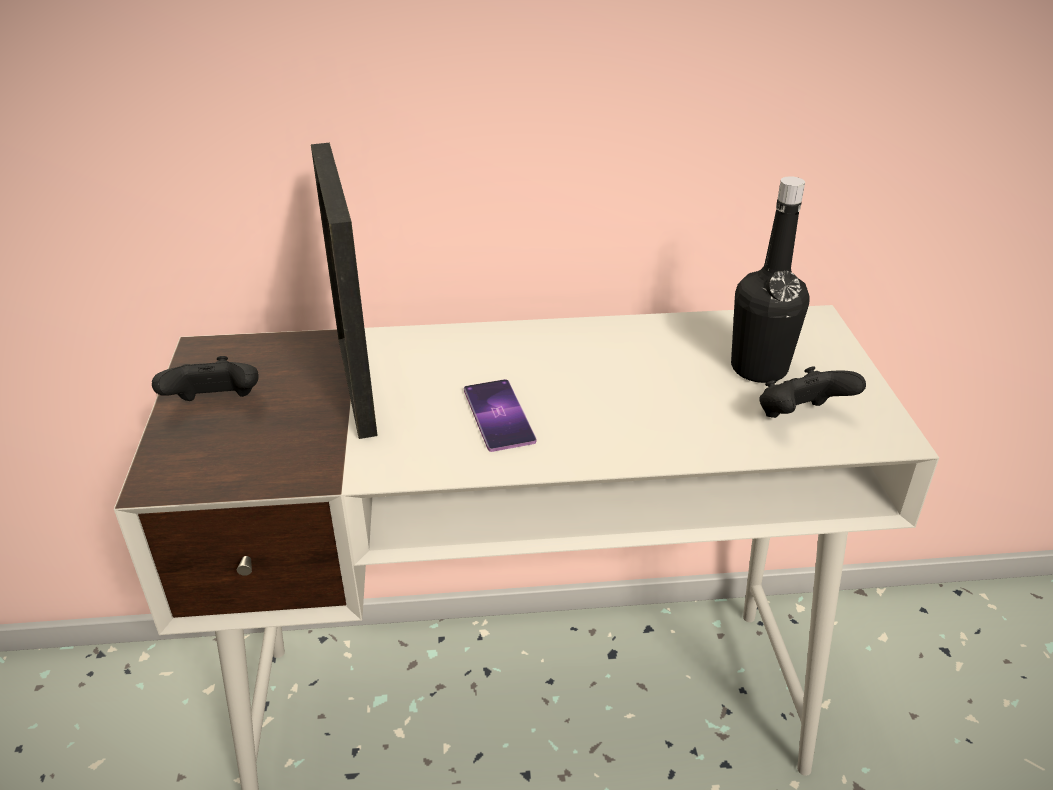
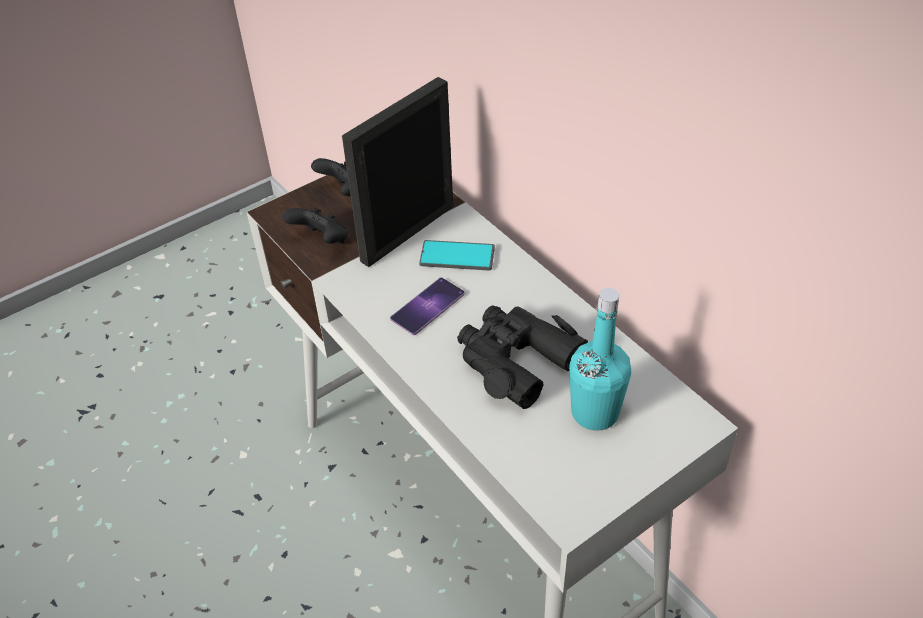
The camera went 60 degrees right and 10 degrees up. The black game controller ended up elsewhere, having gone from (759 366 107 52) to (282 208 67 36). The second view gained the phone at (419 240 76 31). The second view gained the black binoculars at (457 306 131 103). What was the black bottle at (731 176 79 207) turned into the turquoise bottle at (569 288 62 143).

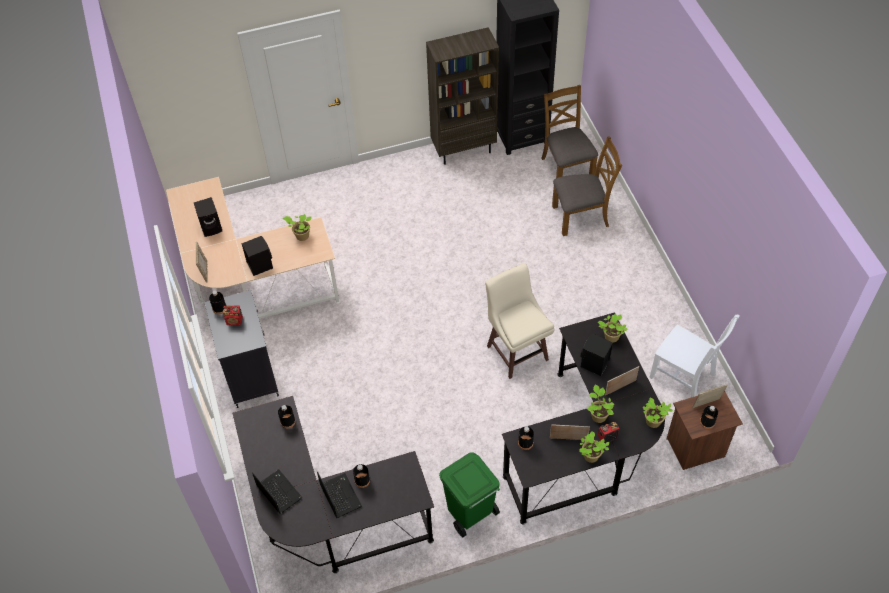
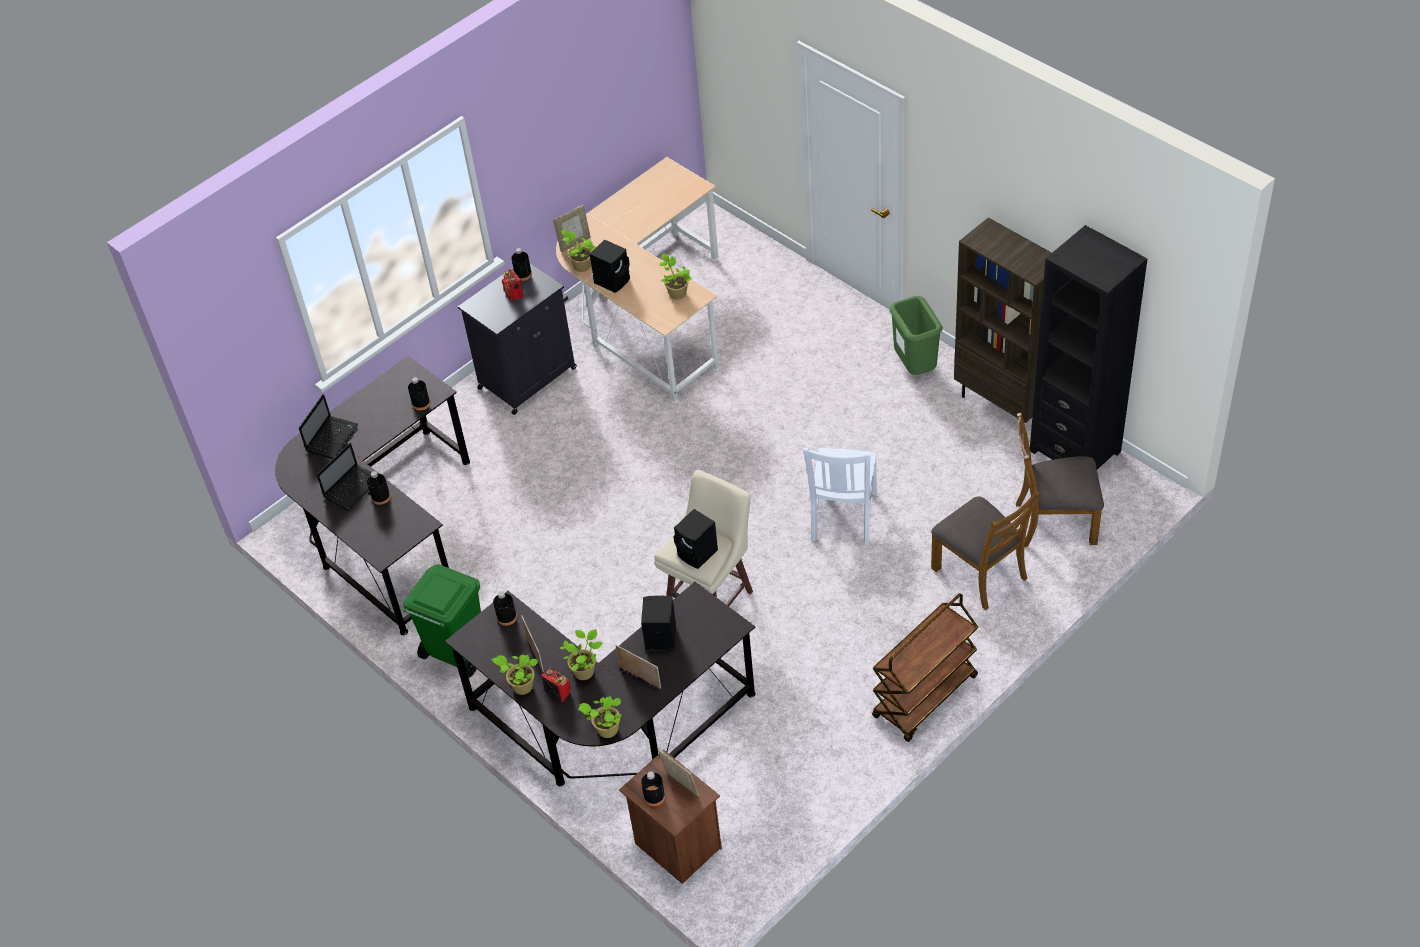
The camera went 65 degrees right and 5 degrees down. The potted plant ended up elsewhere, having gone from (598 314 30 29) to (561 230 35 42). The black speaker ended up elsewhere, having gone from (194 197 28 40) to (673 509 45 60). The white chair ended up elsewhere, having gone from (649 315 91 82) to (803 448 74 97). The second view gained the brown cart at (872 593 106 149). The second view gained the green trash can at (889 296 54 79). The brown chair at (541 85 57 93) ended up facing another way, 135 degrees counterclockwise from before.

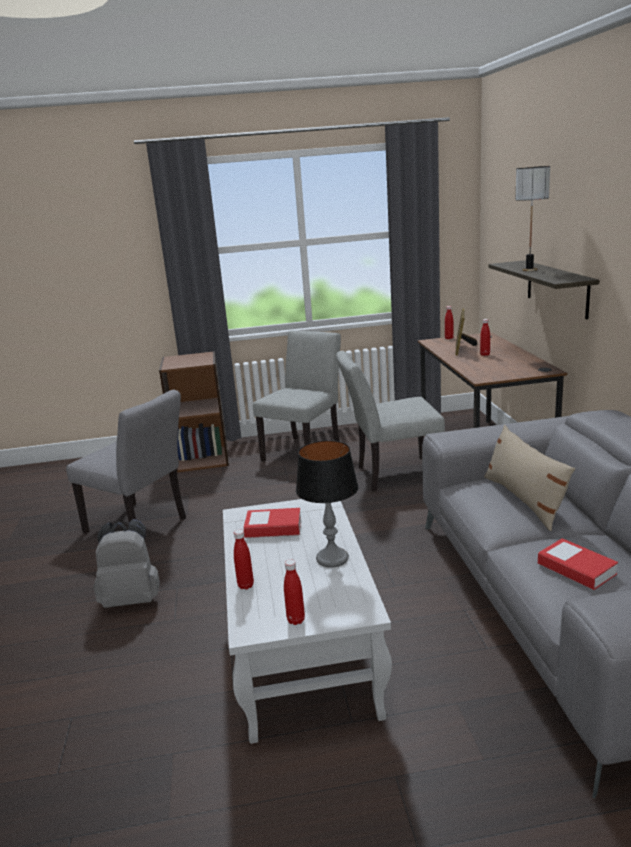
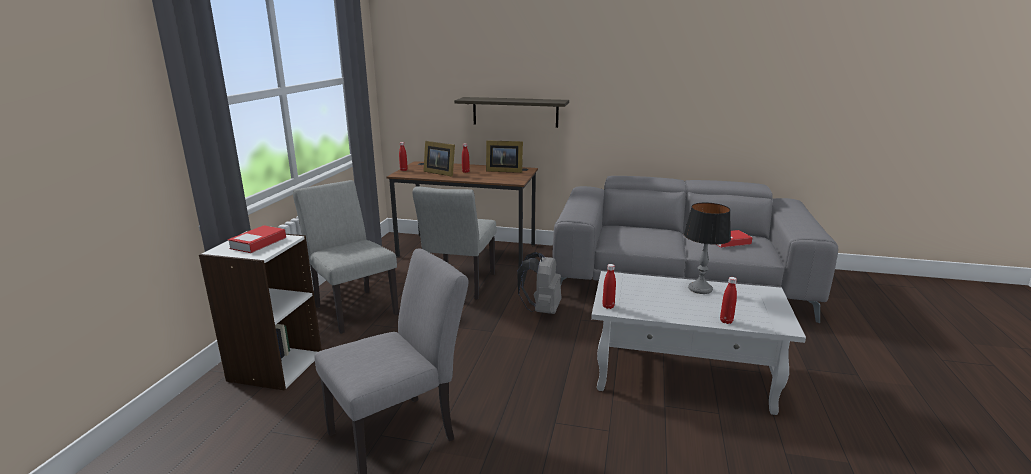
The camera went 70 degrees left and 0 degrees up. What was the brown bookcase at (159 351 70 122) turned into the white bookcase at (199 230 123 161). The book ended up elsewhere, having gone from (243 508 58 30) to (228 225 58 28). The second view gained the picture frame at (486 140 37 33). The grey backpack ended up elsewhere, having gone from (94 519 66 89) to (517 252 45 62). The red bottle ended up elsewhere, having gone from (284 560 21 65) to (602 264 14 45). The second view lost the beige pillow at (484 425 91 106). The second view lost the table lamp at (515 166 35 105).

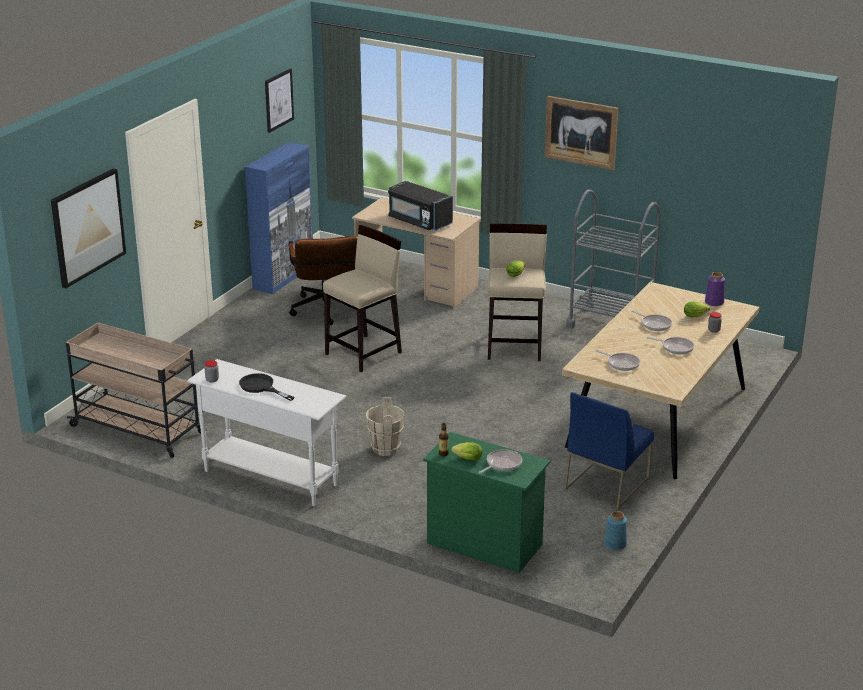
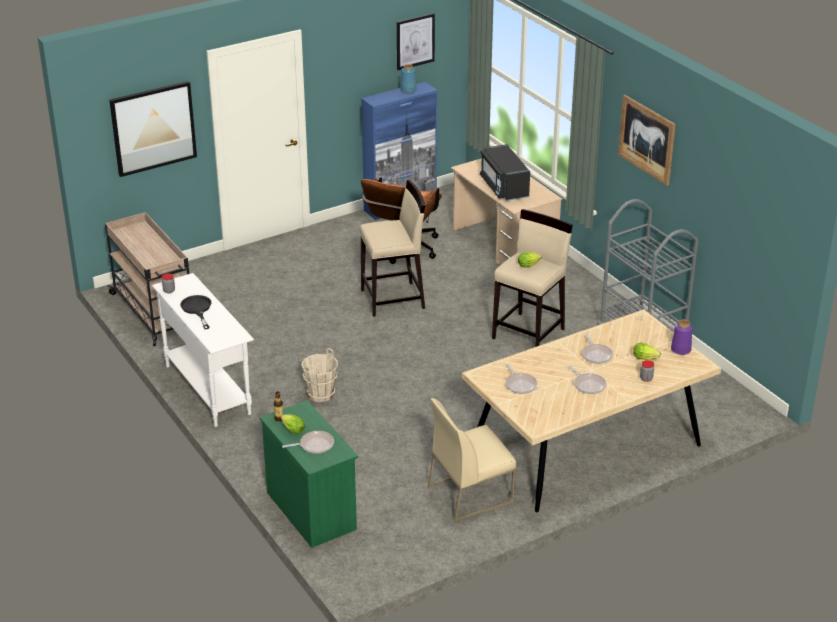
The camera went 30 degrees right and 5 degrees up. The blue vase ended up elsewhere, having gone from (604 511 23 39) to (400 64 17 29). What was the blue chair at (564 392 90 117) turned into the beige chair at (428 398 88 124).

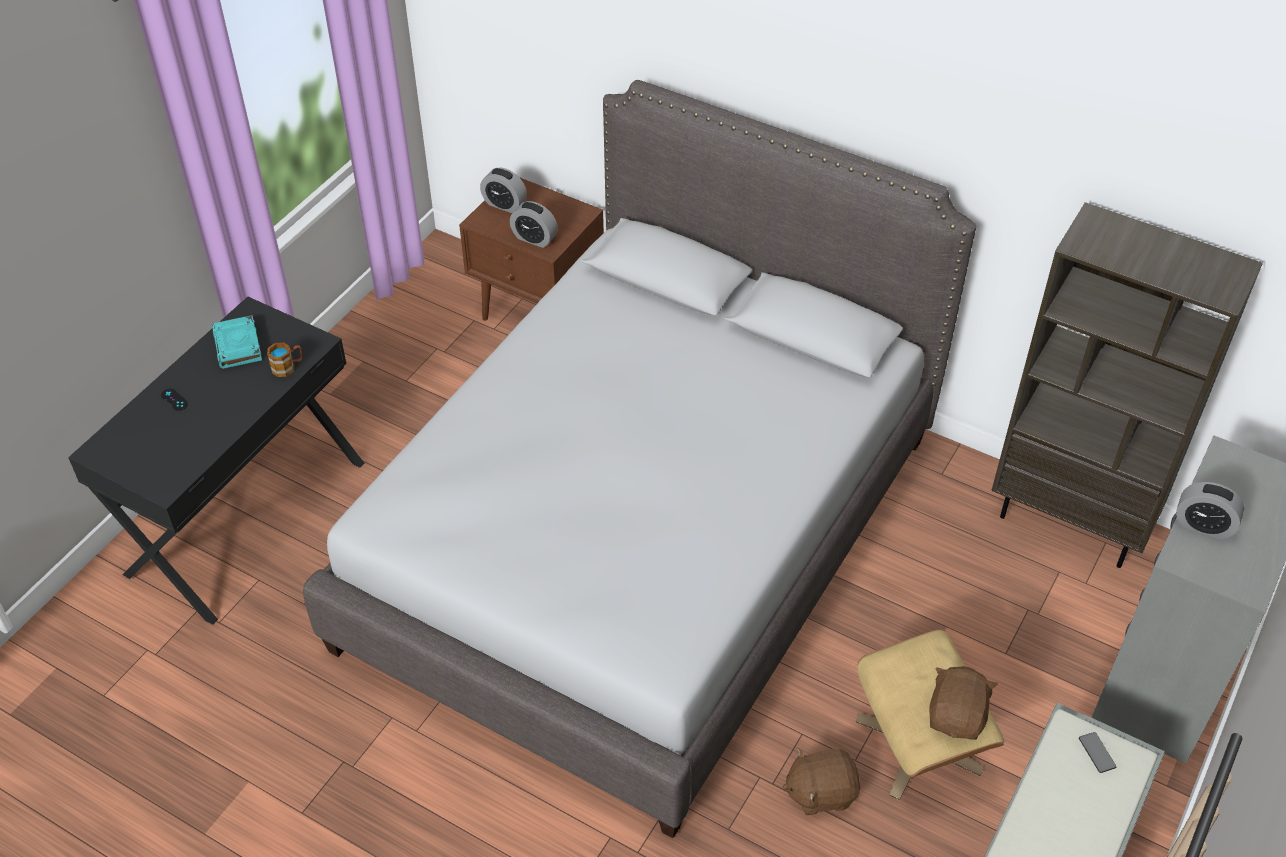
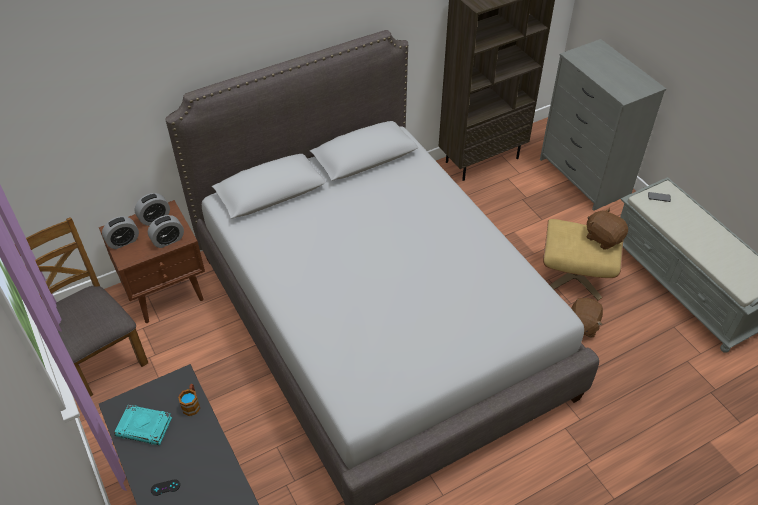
The camera went 60 degrees left and 0 degrees up. The second view gained the brown chair at (15 217 133 180). The alarm clock ended up elsewhere, having gone from (1176 482 68 57) to (134 193 36 33).

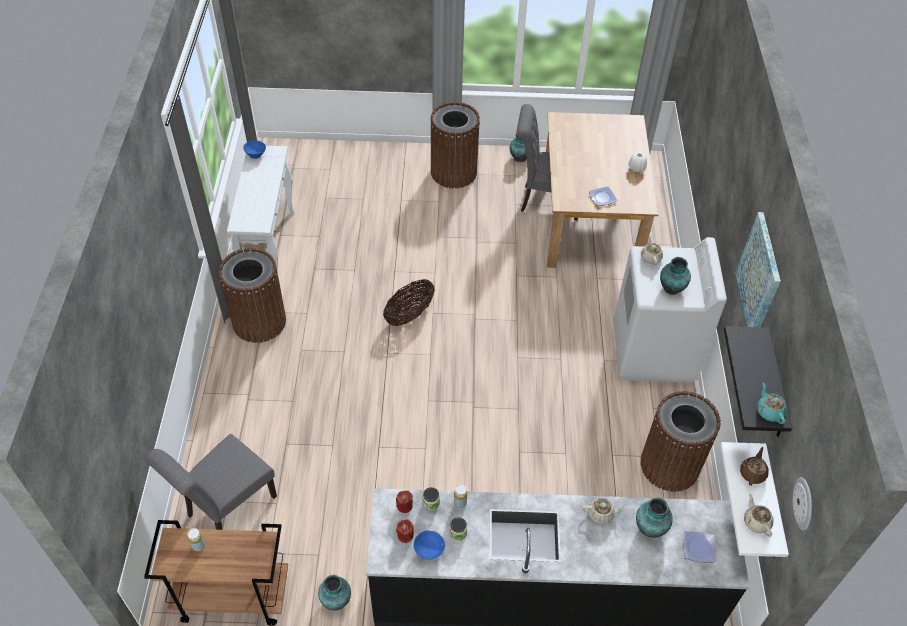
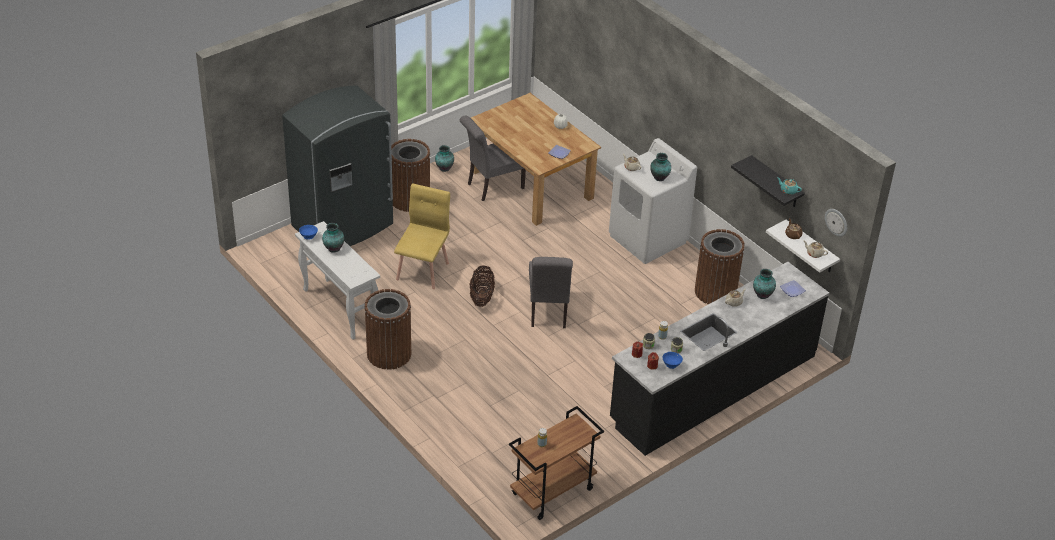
The camera went 40 degrees left and 10 degrees down. The second view gained the grey fridge at (282 85 111 161). The vase ended up elsewhere, having gone from (318 575 33 36) to (322 223 22 30). The second view gained the yellow chair at (394 183 56 106). The grey chair ended up elsewhere, having gone from (145 434 132 96) to (529 257 44 71). The second view lost the picture at (735 212 46 115).

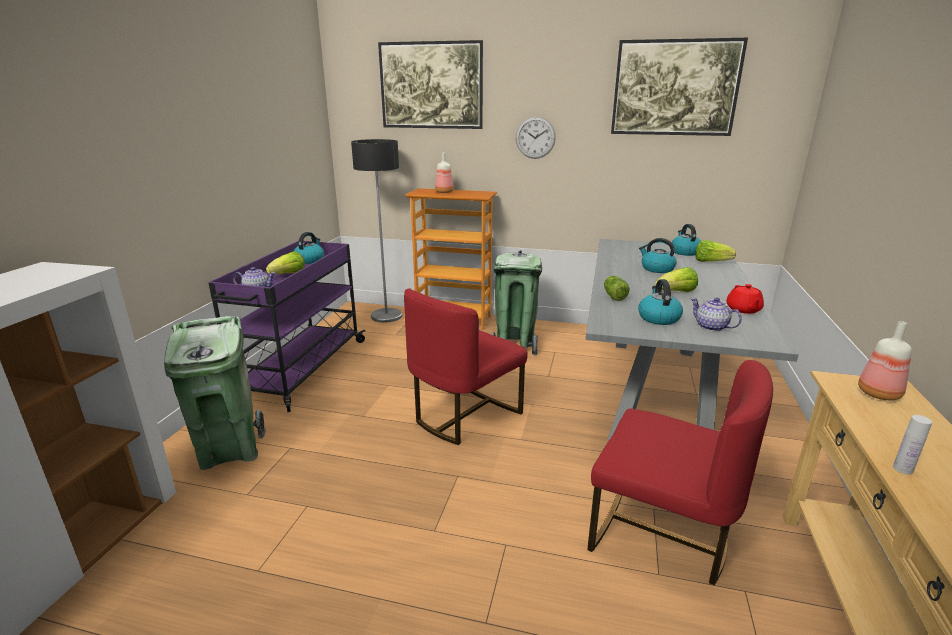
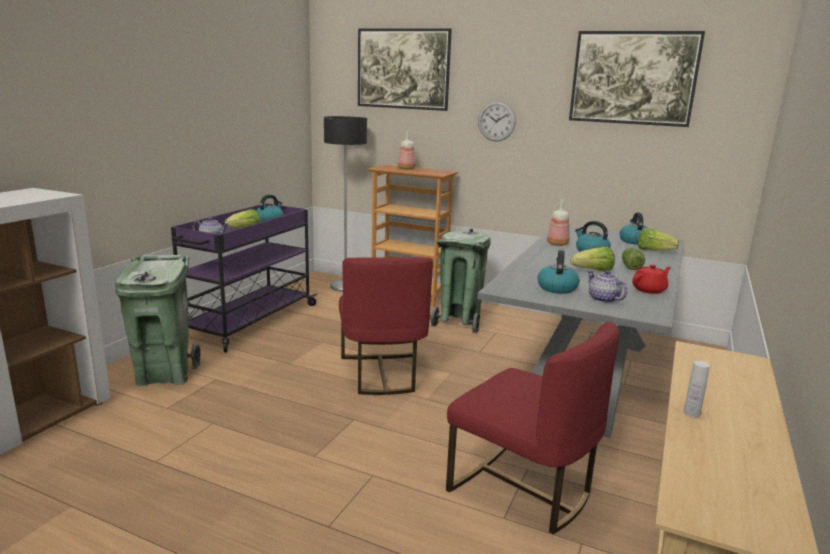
The camera went 10 degrees right and 5 degrees down. The red chair at (404 288 124 157) ended up facing another way, 60 degrees counterclockwise from before. The bottle ended up elsewhere, having gone from (858 321 54 79) to (547 199 23 47). The lettuce ended up elsewhere, having gone from (604 276 26 25) to (622 247 23 23). The red teapot at (726 284 38 30) ended up facing another way, 135 degrees counterclockwise from before.

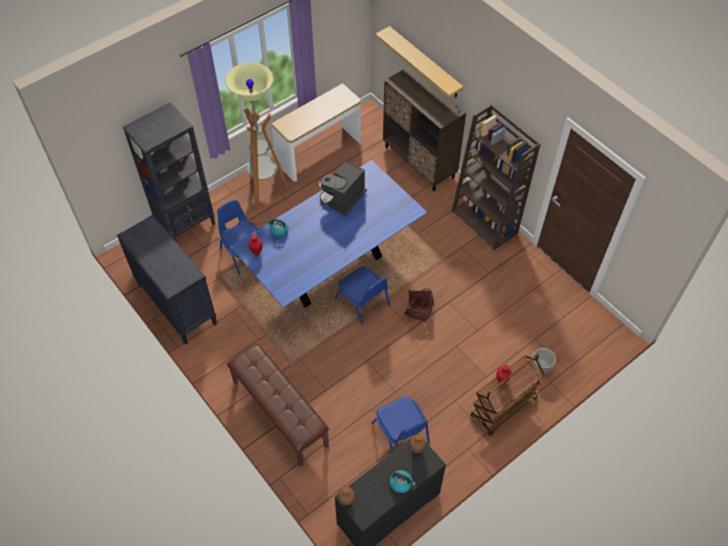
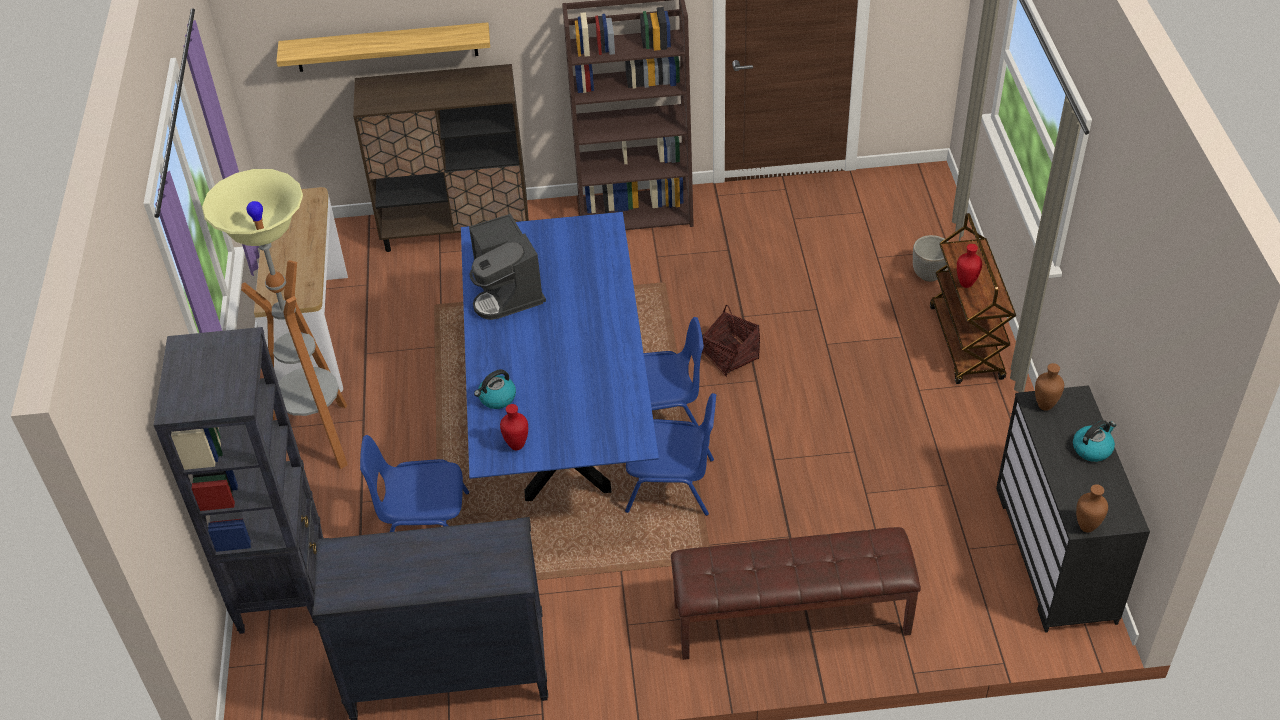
The camera went 55 degrees left and 10 degrees down. The blue chair ended up elsewhere, having gone from (372 396 58 57) to (625 393 91 123).

